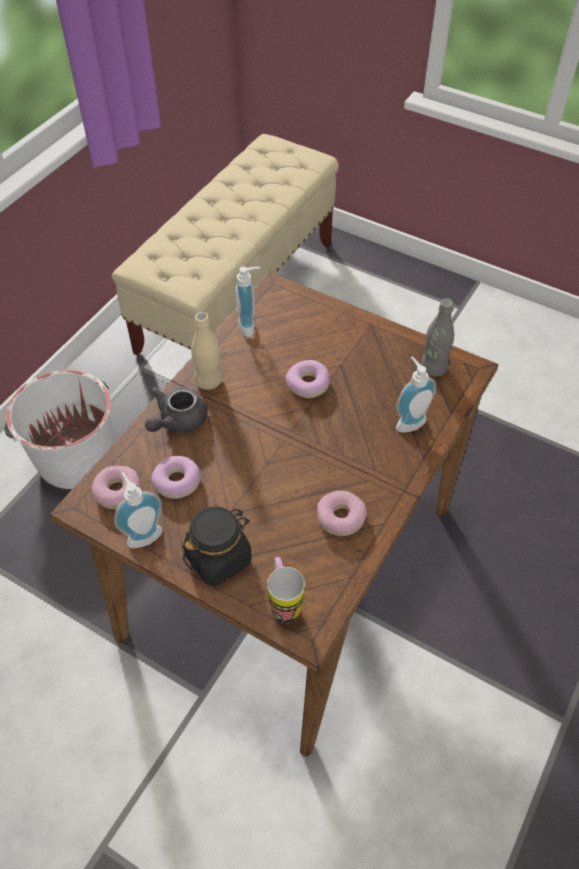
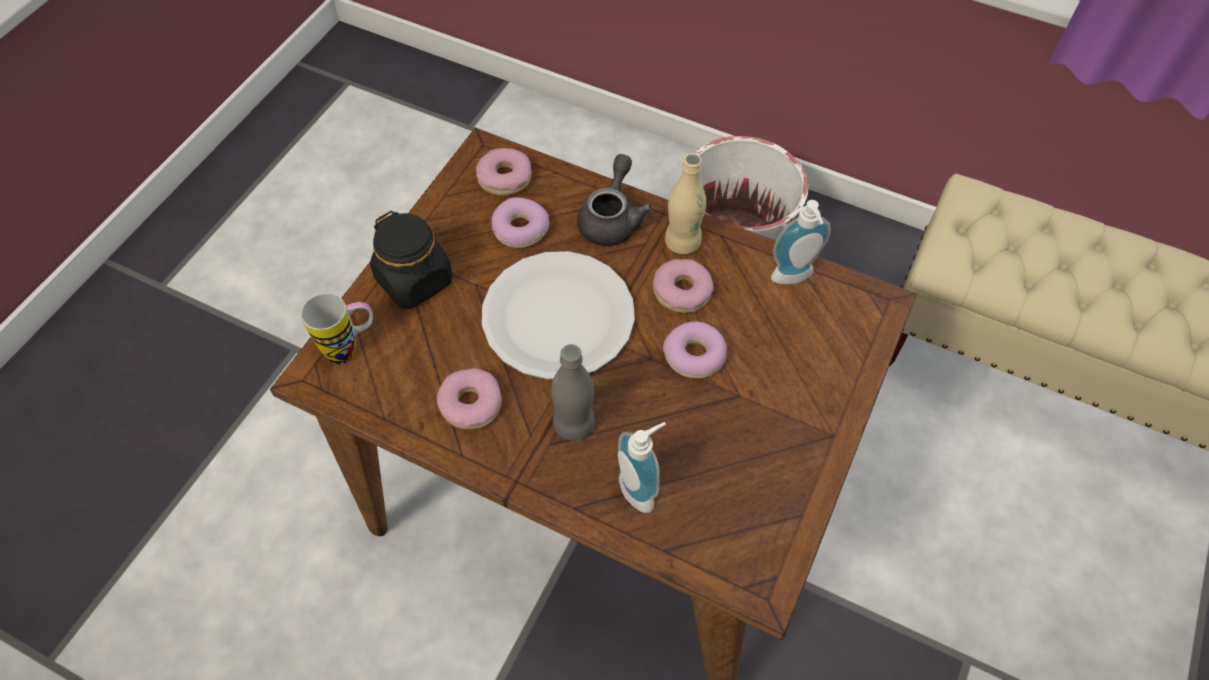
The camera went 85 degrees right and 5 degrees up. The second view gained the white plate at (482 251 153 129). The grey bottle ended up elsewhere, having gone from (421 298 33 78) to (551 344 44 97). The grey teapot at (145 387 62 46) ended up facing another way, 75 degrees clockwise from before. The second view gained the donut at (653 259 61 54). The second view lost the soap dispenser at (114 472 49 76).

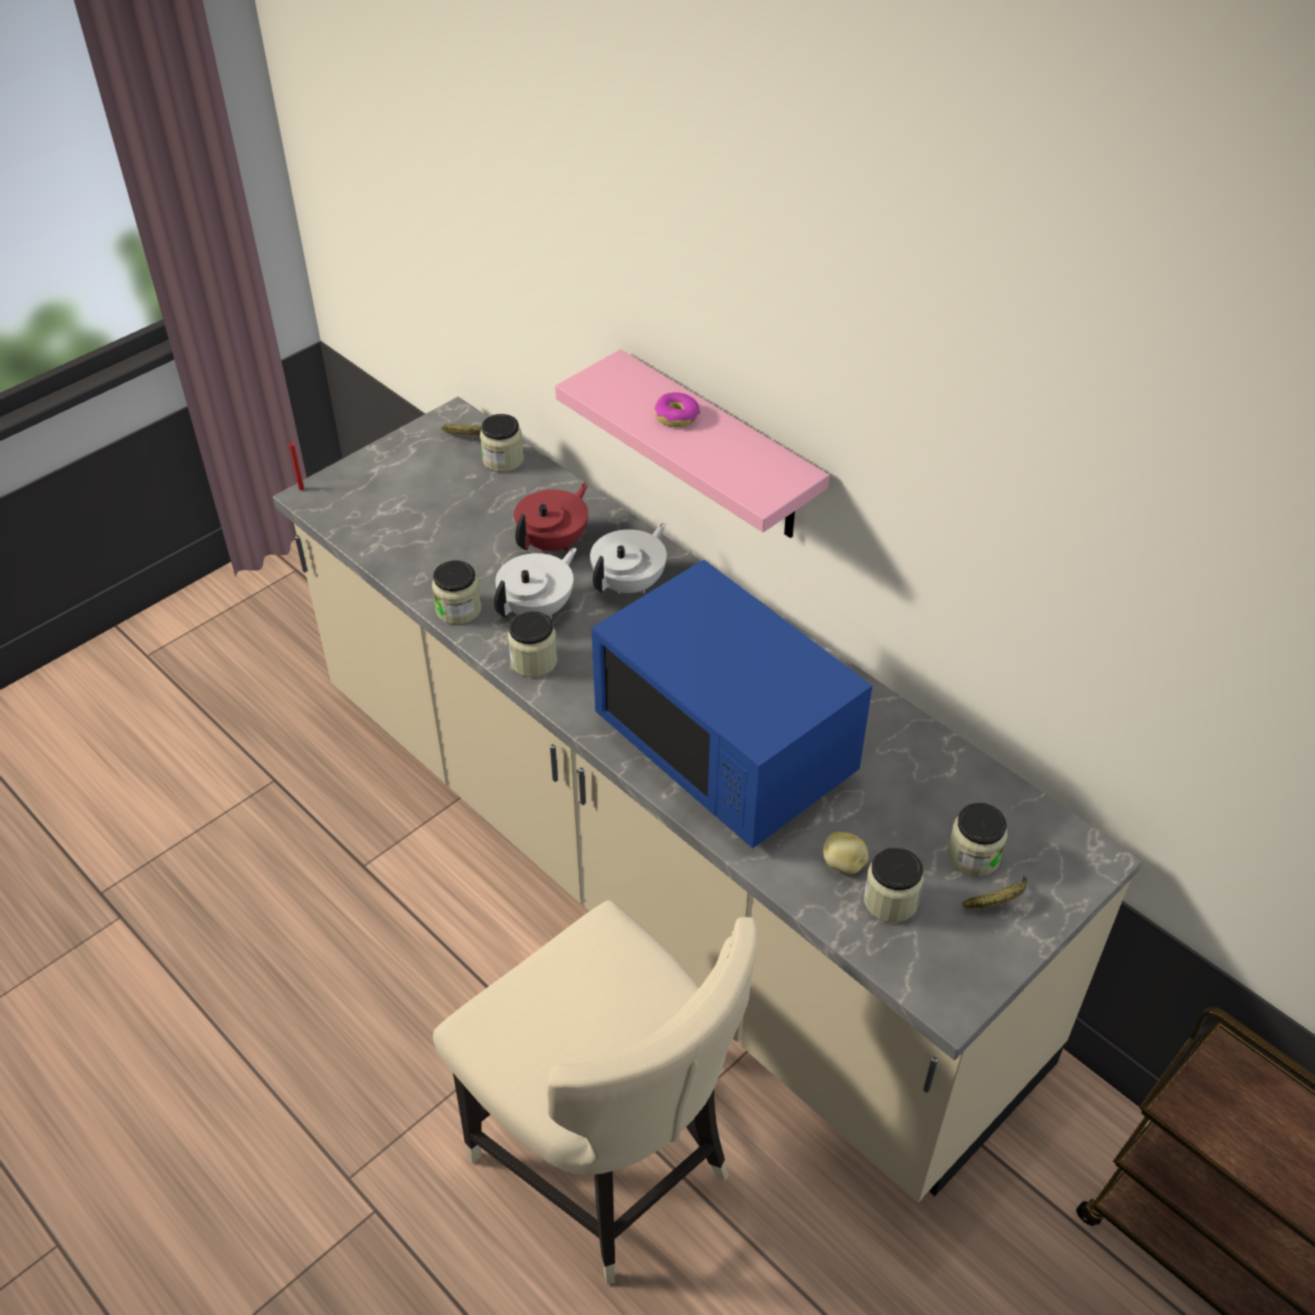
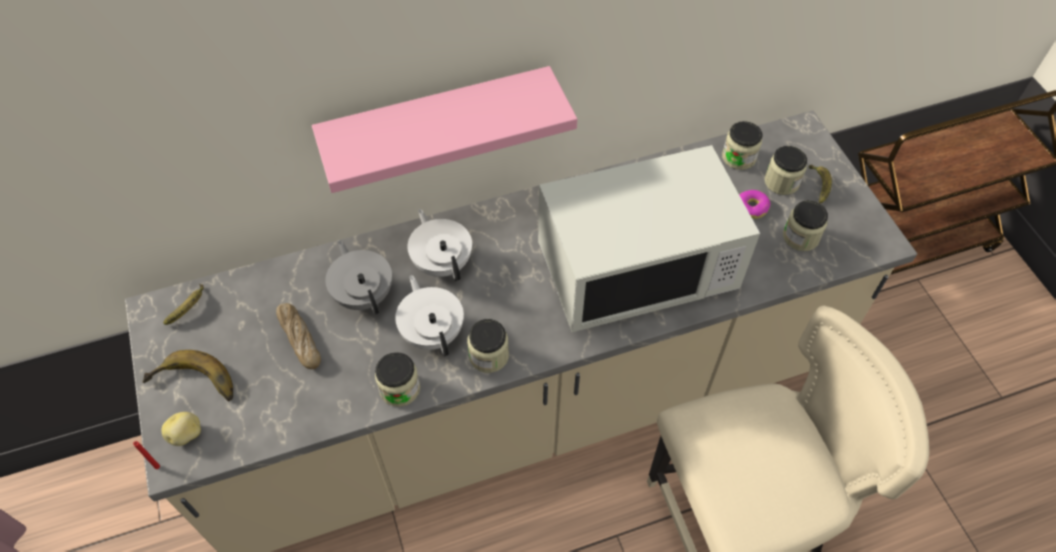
The camera went 65 degrees left and 10 degrees up. The second view gained the banana at (142 350 91 52). The potato ended up elsewhere, having gone from (823 832 45 42) to (161 412 40 34). The second view gained the bread at (276 303 45 66). What was the red teapot at (514 483 74 69) turned into the grey teapot at (325 240 67 75). What was the blue microwave at (592 559 280 289) turned into the white microwave at (538 145 222 187). The jar ended up elsewhere, having gone from (480 414 44 58) to (722 121 40 49). The donut ended up elsewhere, having gone from (654 392 46 35) to (739 190 32 29).

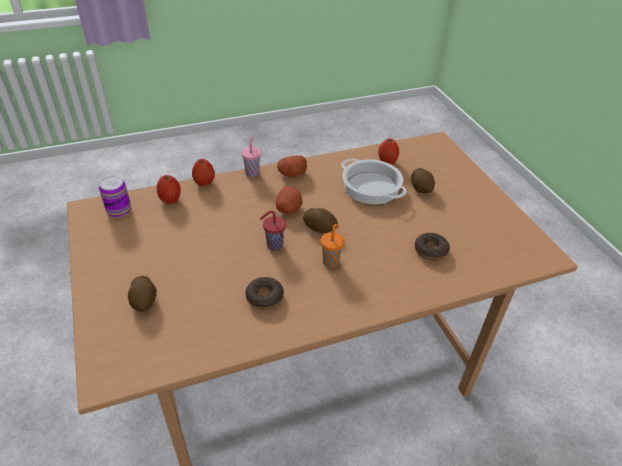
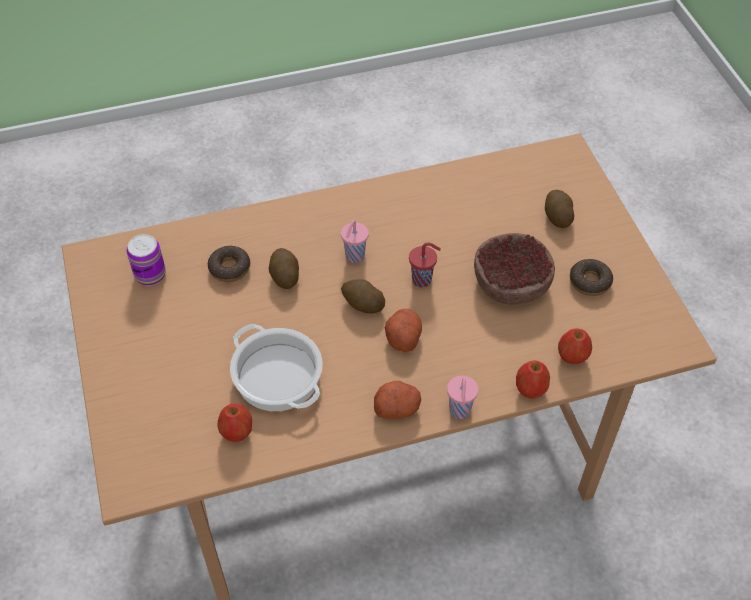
The camera went 175 degrees left and 10 degrees up. The can ended up elsewhere, having gone from (99 176 32 41) to (126 234 40 51). The potato ended up elsewhere, having gone from (411 168 24 25) to (269 248 30 41). What was the orange cup at (321 224 23 44) turned into the pink cup at (341 220 28 43). The second view gained the bowl at (474 233 81 72). The donut ended up elsewhere, having gone from (245 277 39 33) to (570 259 43 37).

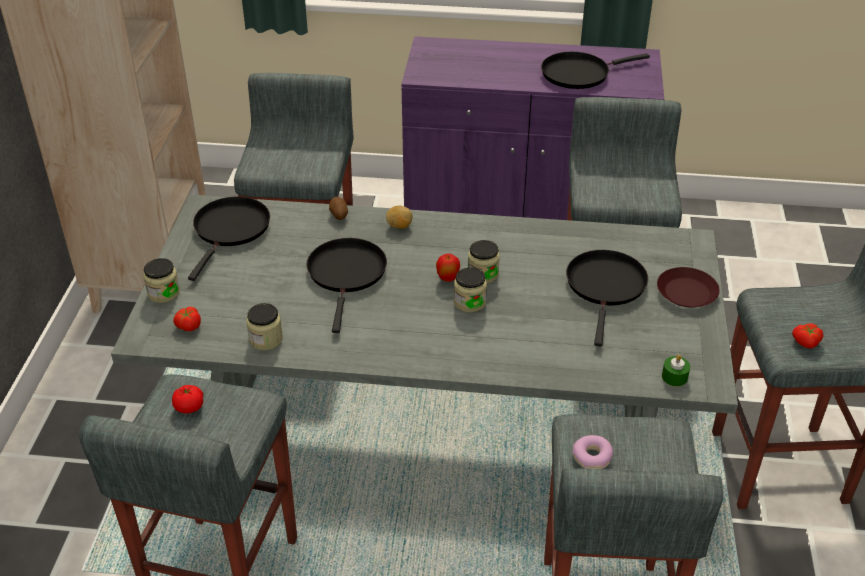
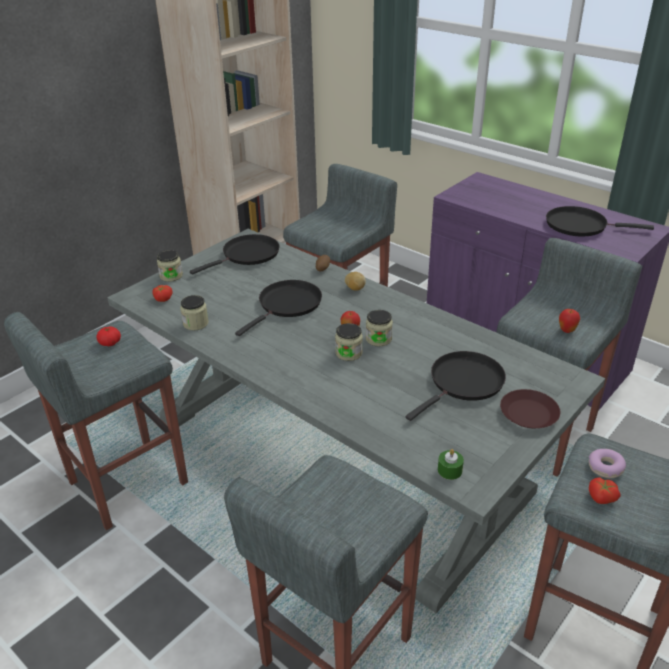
The camera went 35 degrees right and 5 degrees down. The second view gained the apple at (559 309 21 24). The donut ended up elsewhere, having gone from (572 435 41 34) to (589 449 37 29).

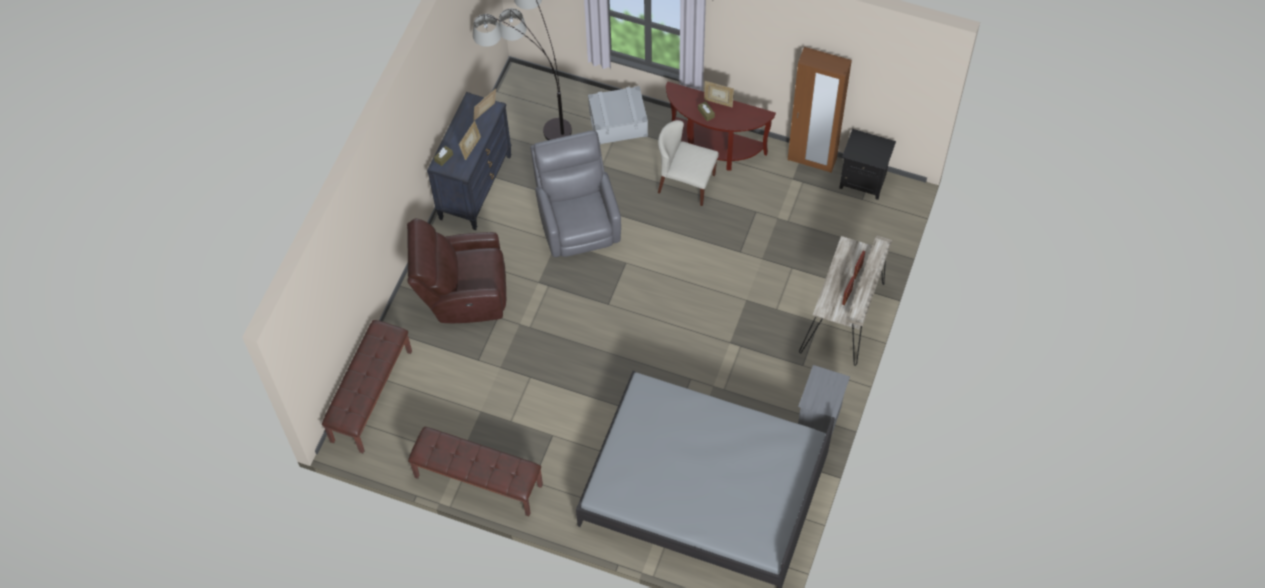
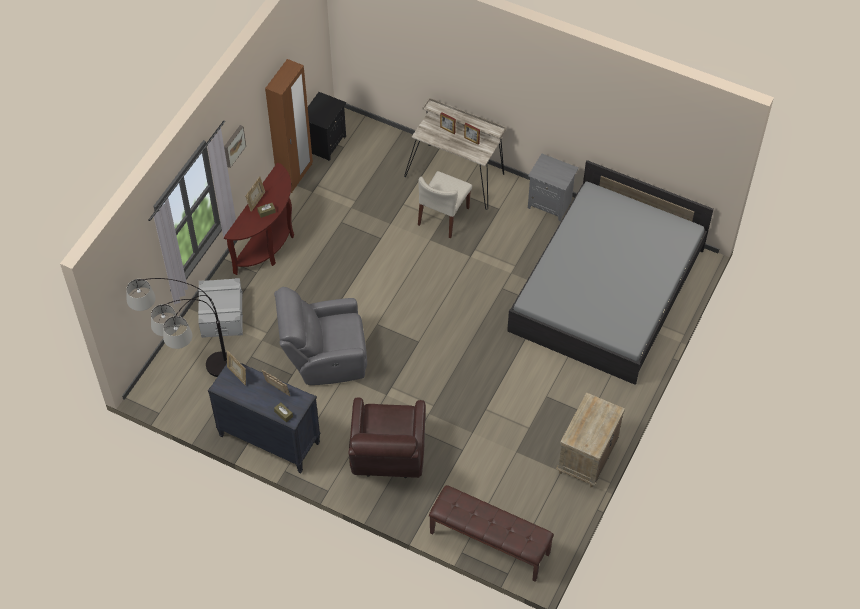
The camera went 85 degrees left and 5 degrees down. The second view gained the picture at (224 125 22 43). The beige chair ended up elsewhere, having gone from (658 120 61 86) to (418 171 54 67). Where the brown bench stood at (408 427 135 90), the beige nightstand came to stand at (556 392 69 96).

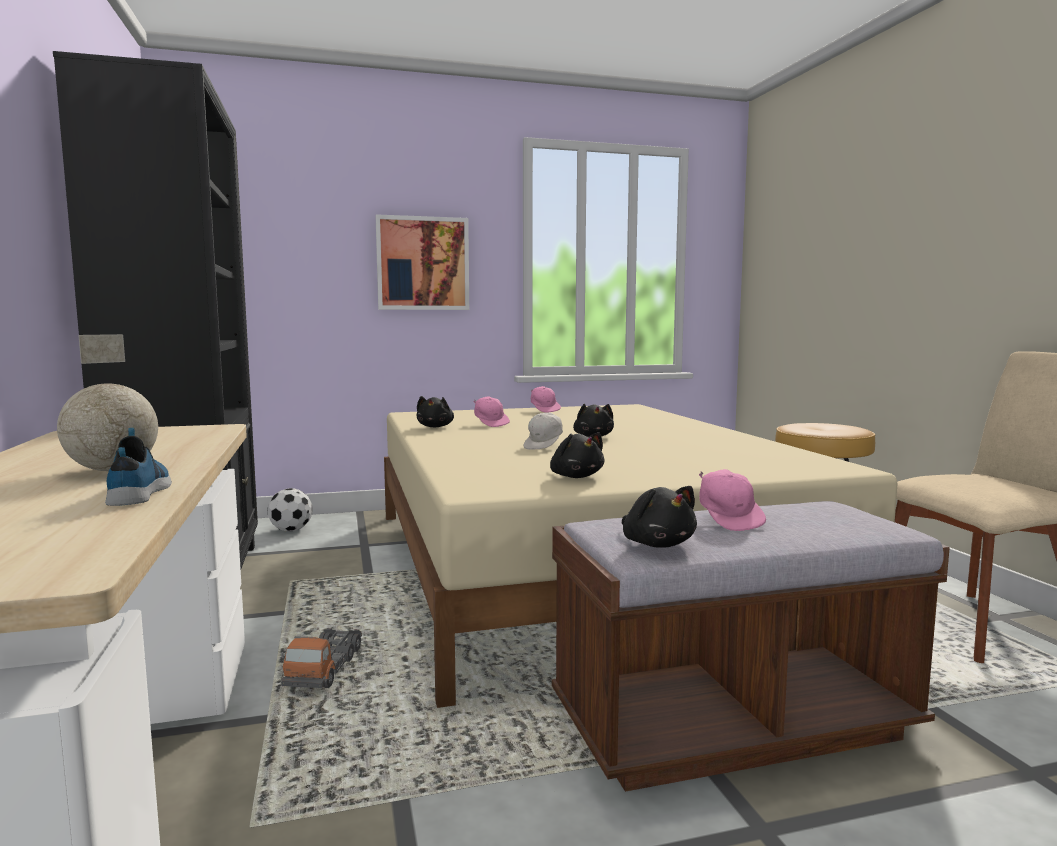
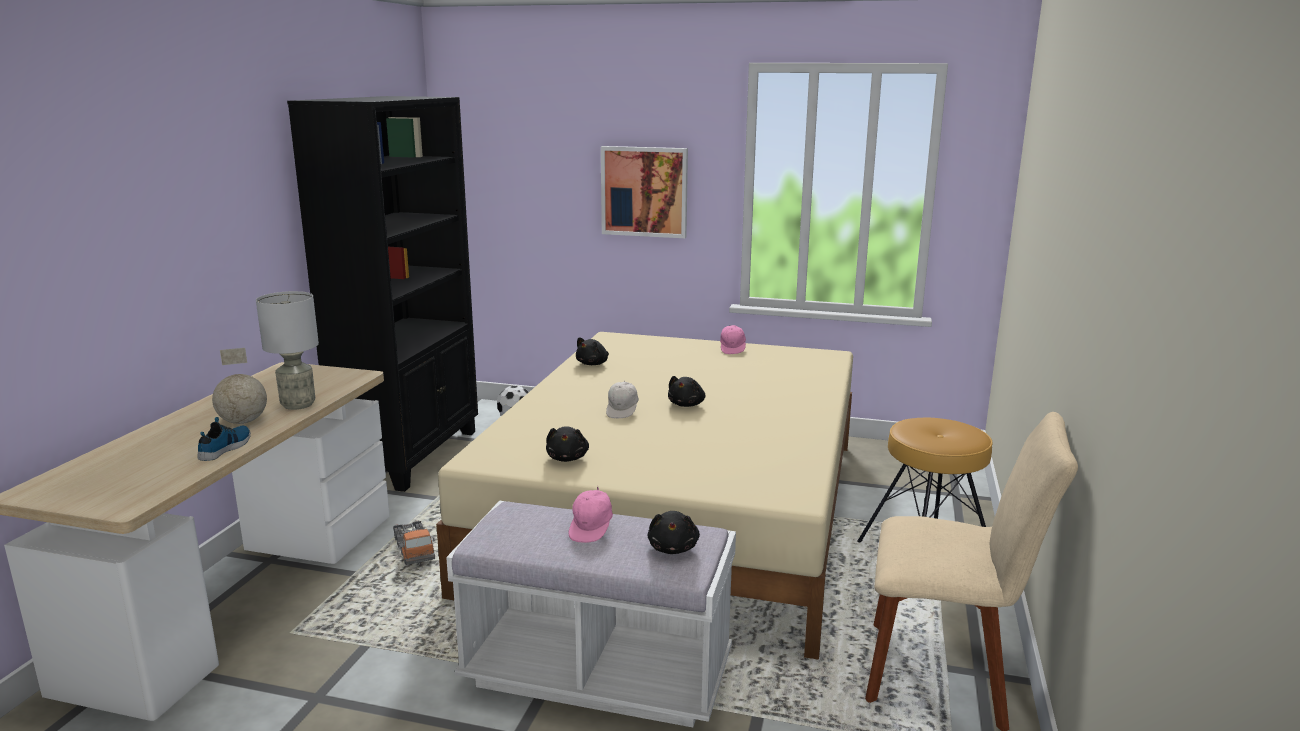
The camera went 30 degrees right and 10 degrees up. The second view gained the grey table lamp at (256 291 63 119). The toy truck at (281 628 81 60) ended up facing another way, 60 degrees counterclockwise from before. What was the brown bench at (552 501 398 291) turned into the white bench at (446 500 290 227). The white cap at (523 413 40 37) ended up facing another way, 45 degrees counterclockwise from before. The black plush toy ended up elsewhere, having gone from (622 486 75 62) to (647 511 53 43). The second view lost the pink cap at (474 396 36 31).

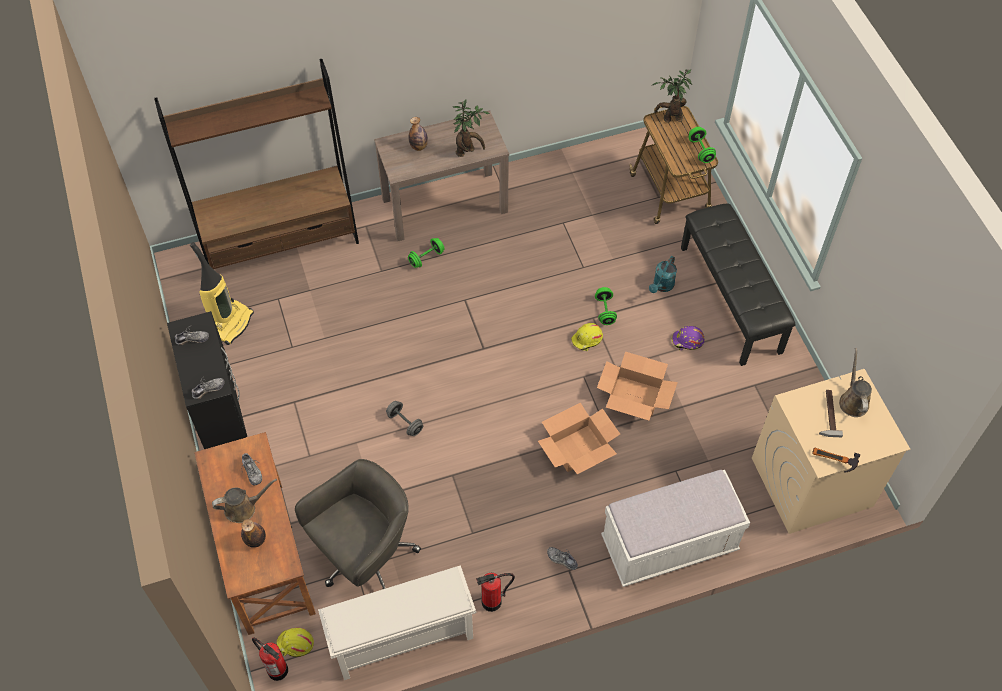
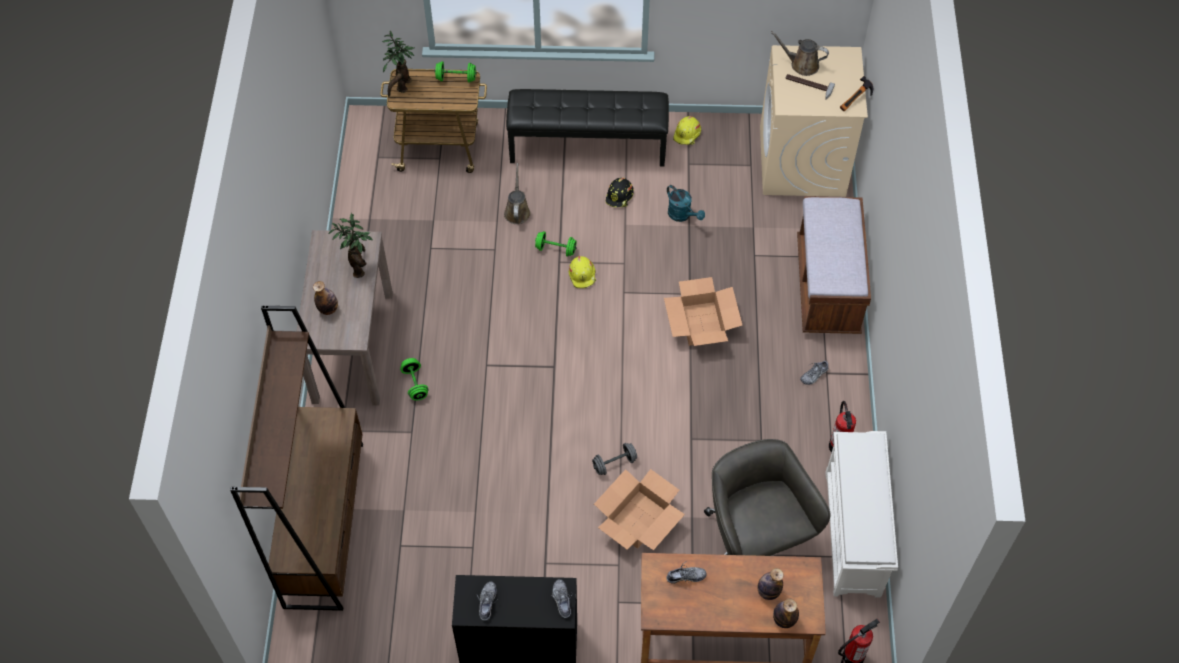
The camera went 70 degrees left and 0 degrees up. The brown watering can ended up elsewhere, having gone from (212 479 65 44) to (504 163 27 61). The cardboard box ended up elsewhere, having gone from (597 352 81 69) to (594 469 91 81). What was the purple hard hat at (671 326 34 24) turned into the black hard hat at (606 178 28 29). The turquoise watering can ended up elsewhere, having gone from (649 256 28 37) to (667 185 38 37). The yellow hard hat ended up elsewhere, having gone from (276 628 38 29) to (673 116 28 29). The second view gained the bottle at (773 598 26 30). What was the white bench at (601 470 149 117) turned into the brown bench at (797 196 74 138). The second view lost the vacuum cleaner at (190 242 64 103).

